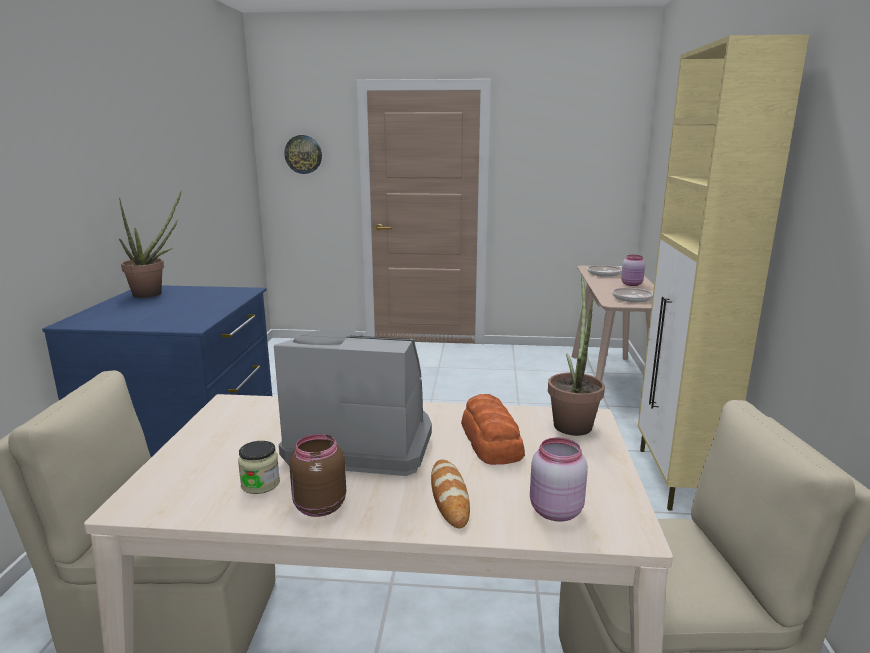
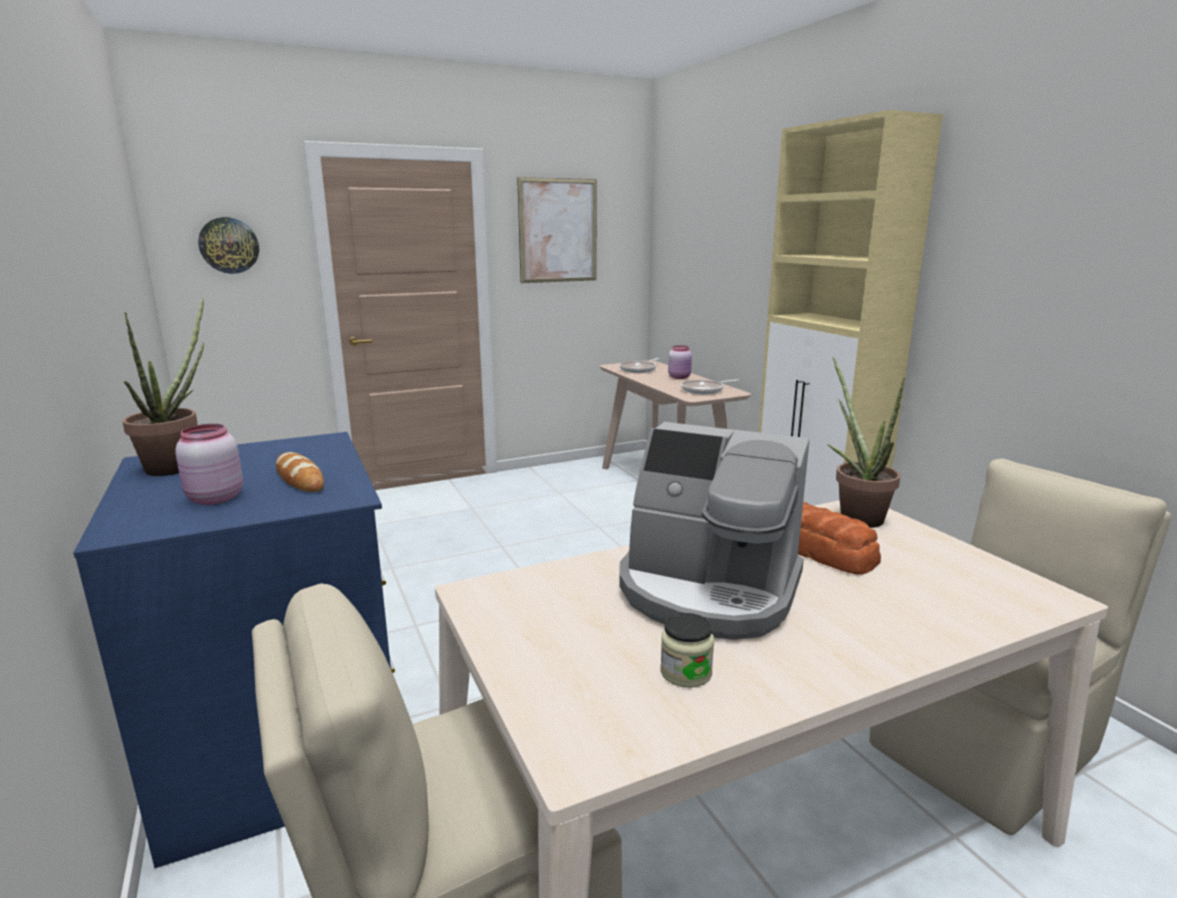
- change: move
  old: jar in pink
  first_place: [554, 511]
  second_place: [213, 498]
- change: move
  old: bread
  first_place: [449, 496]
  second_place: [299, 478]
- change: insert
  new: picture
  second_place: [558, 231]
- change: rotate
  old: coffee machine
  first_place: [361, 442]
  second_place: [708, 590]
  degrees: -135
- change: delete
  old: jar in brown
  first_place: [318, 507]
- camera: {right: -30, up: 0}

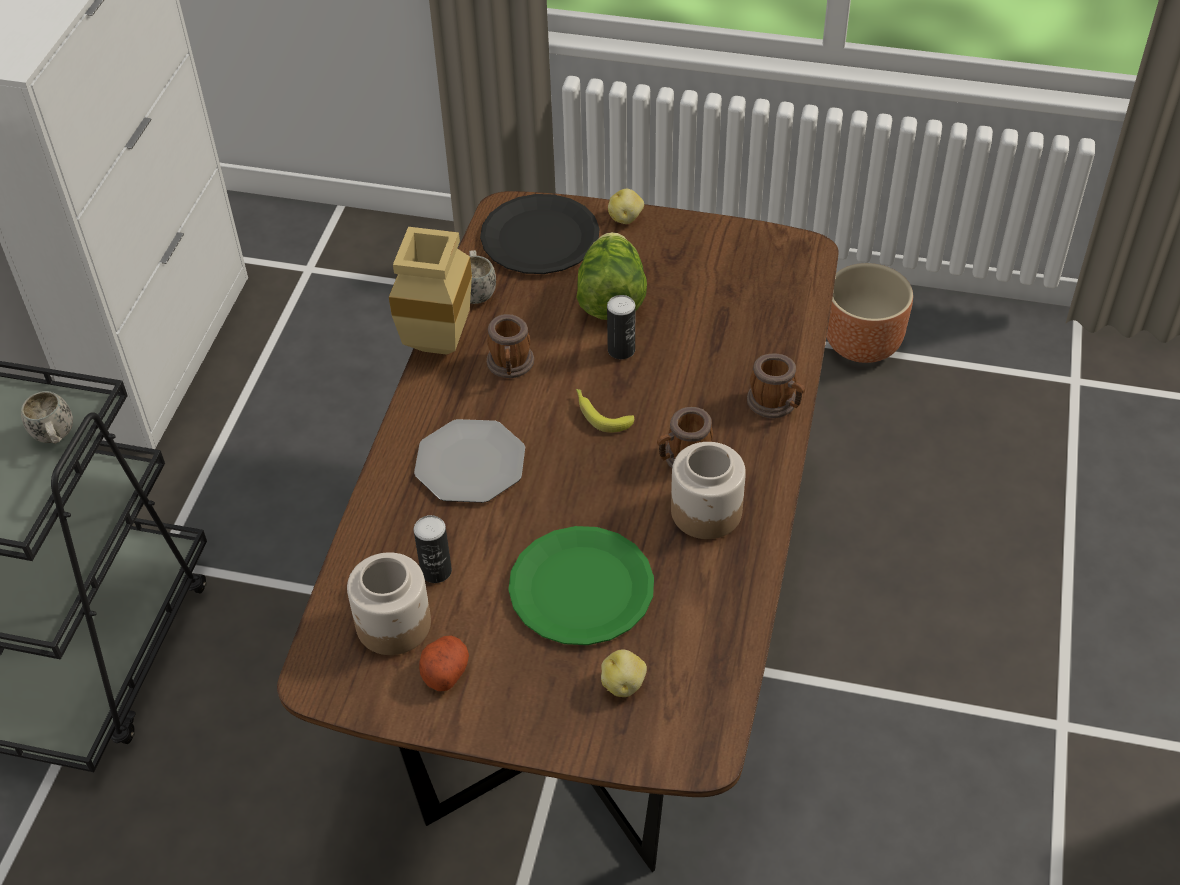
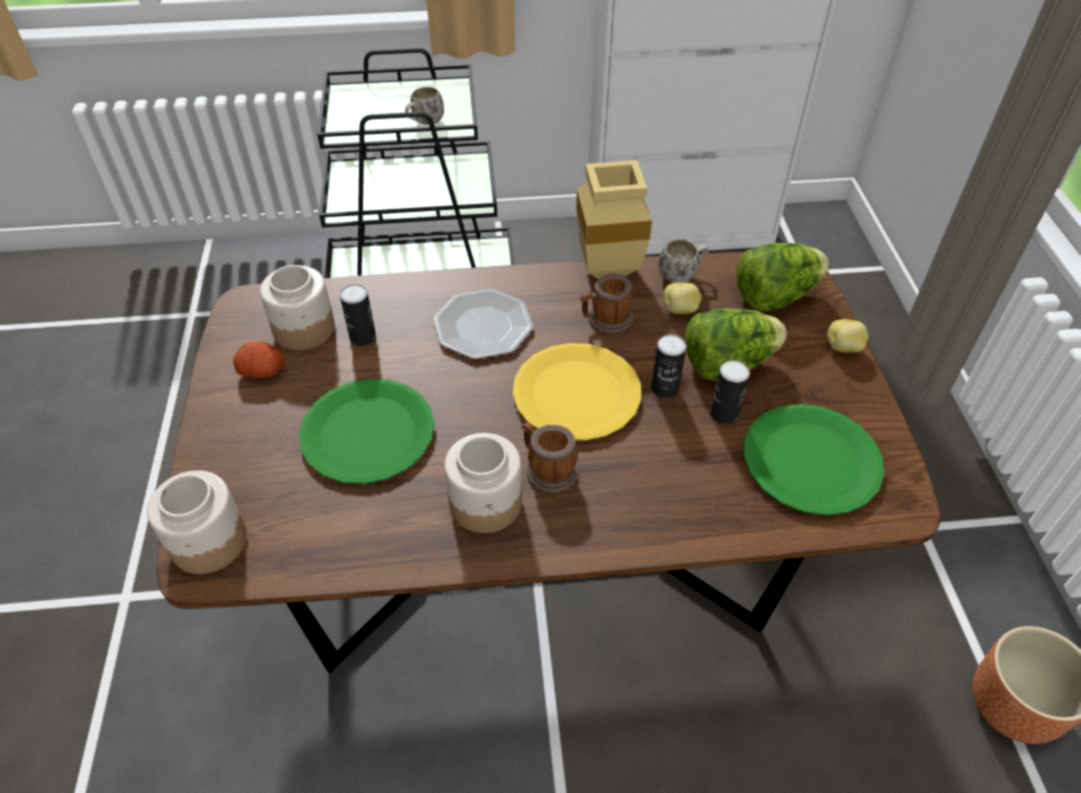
- change: insert
  new: jar
  second_place: [207, 541]
- change: replace
  old: banana
  new: plate in yellow
  first_place: [600, 413]
  second_place: [577, 394]
- change: move
  old: potato
  first_place: [623, 684]
  second_place: [680, 310]
- change: insert
  new: can
  second_place: [724, 414]
- change: replace
  old: plate in black
  new: lettuce
  first_place: [539, 238]
  second_place: [775, 297]
- change: insert
  new: plate in green
  second_place: [811, 461]
- change: delete
  old: mug
  first_place: [776, 404]
- camera: {right: 70, up: 0}

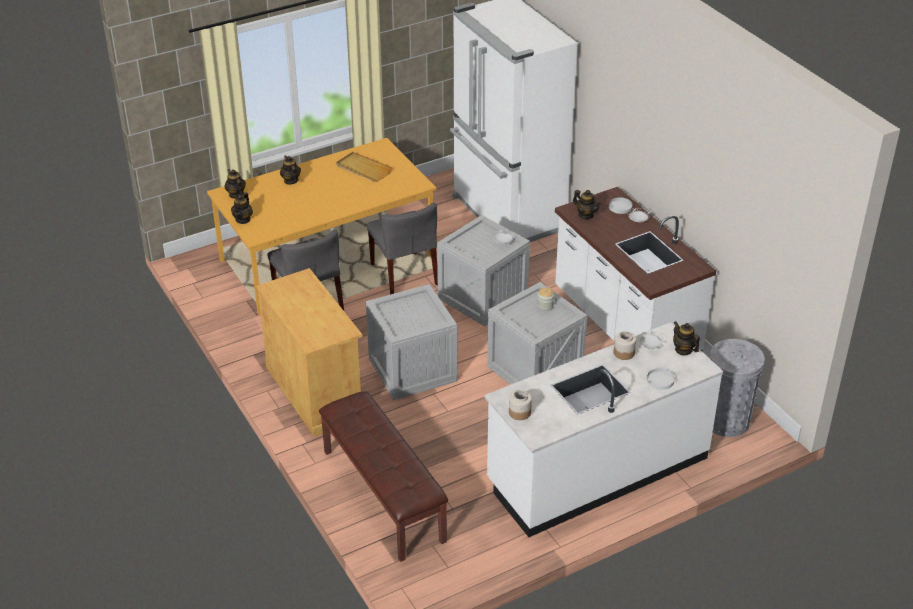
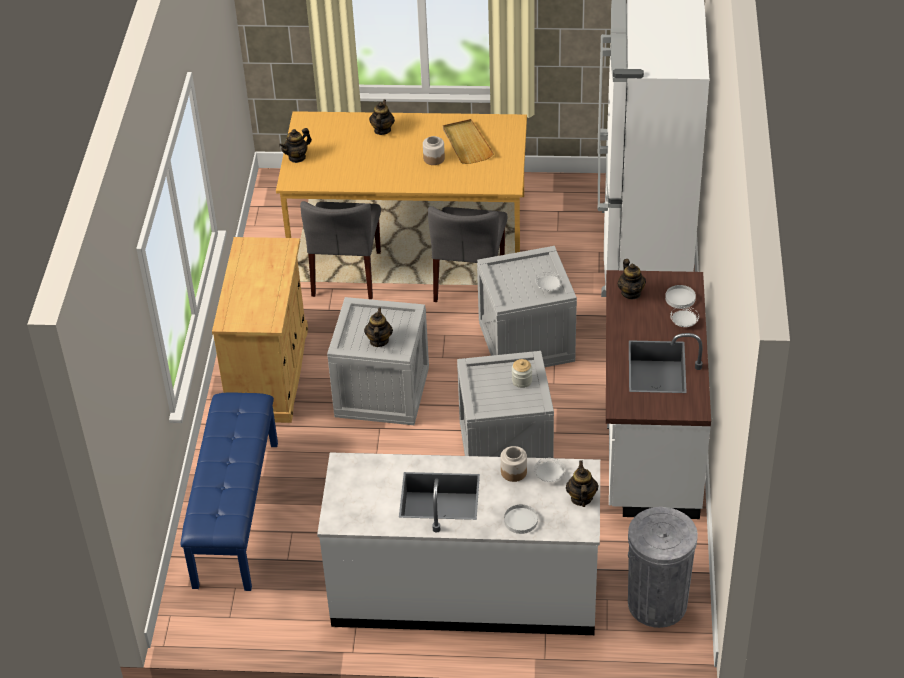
- change: recolor
  old: bench in brown
  new: bench in blue
  first_place: [382, 495]
  second_place: [235, 513]
- change: move
  old: teapot
  first_place: [236, 194]
  second_place: [379, 341]
- change: move
  old: jar
  first_place: [519, 412]
  second_place: [433, 158]
- camera: {right: 35, up: 5}

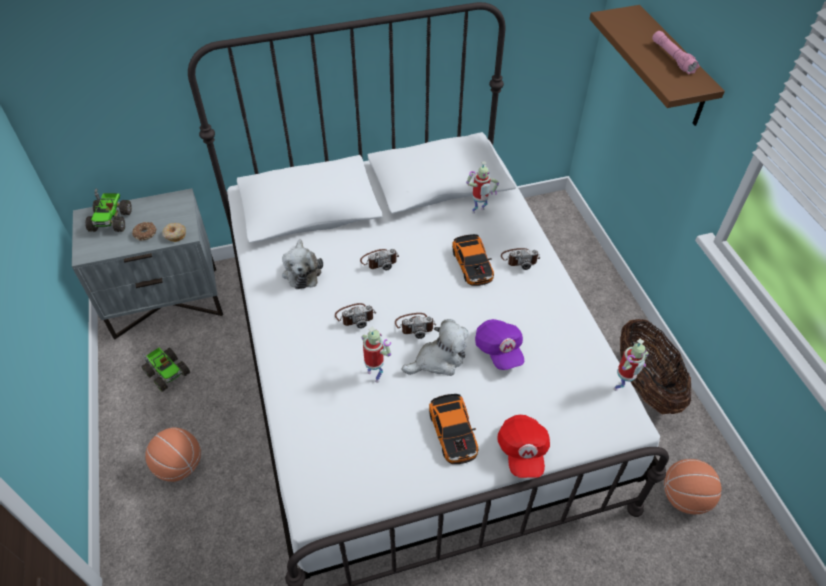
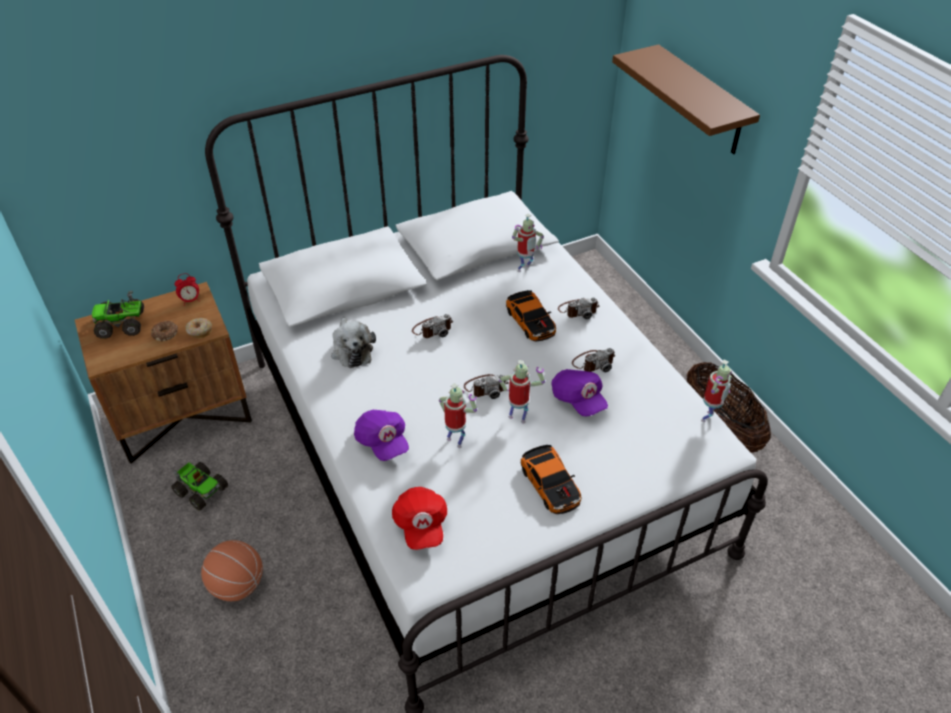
- change: recolor
  old: nightstand in grey
  new: nightstand in brown
  first_place: [167, 301]
  second_place: [184, 415]
- change: rotate
  old: toy truck
  first_place: [111, 220]
  second_place: [123, 324]
  degrees: 90
- change: insert
  new: alarm clock
  second_place: [190, 300]
- change: insert
  new: cap in purple
  second_place: [382, 442]
- change: move
  old: cap in red
  first_place: [522, 451]
  second_place: [421, 525]
- change: replace
  old: plush toy
  new: toy robot
  first_place: [438, 360]
  second_place: [518, 417]
- change: move
  old: photo camera
  first_place: [355, 316]
  second_place: [593, 362]
- change: delete
  old: flashlight in pink
  first_place: [672, 58]
- change: delete
  old: basketball
  first_place: [684, 497]
- camera: {right: -10, up: -5}

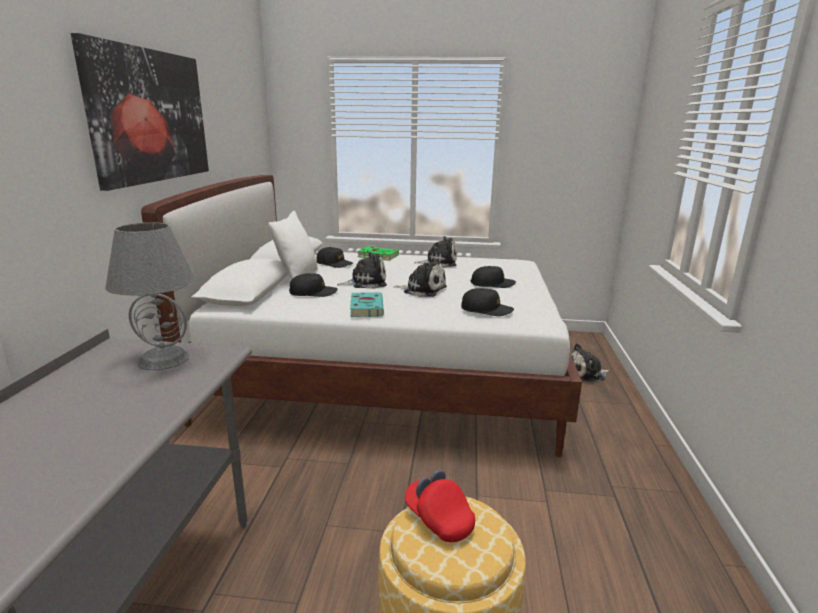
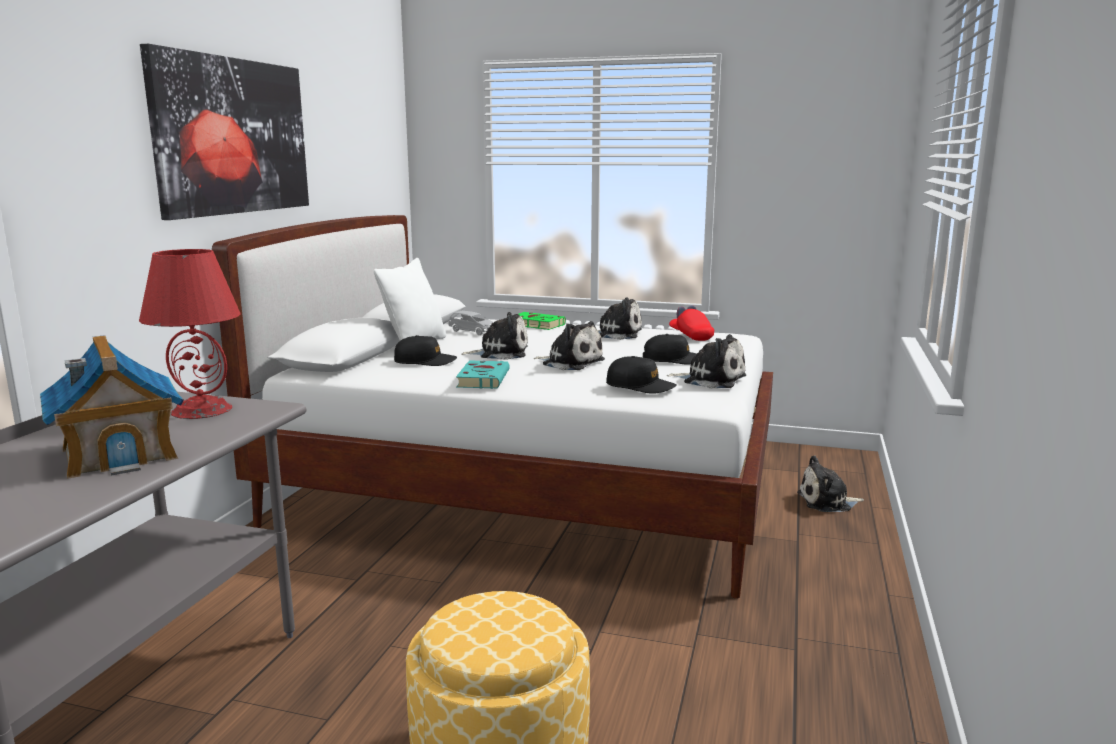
- change: insert
  new: toy house
  second_place: [120, 453]
- change: recolor
  old: table lamp in grey
  new: table lamp in red
  first_place: [164, 358]
  second_place: [202, 409]
- change: replace
  old: cap in black
  new: toy car in grey
  first_place: [334, 264]
  second_place: [472, 331]
- change: insert
  new: plush toy
  second_place: [711, 380]
- change: move
  old: cap in red
  first_place: [438, 519]
  second_place: [691, 336]
- camera: {right: 10, up: -5}

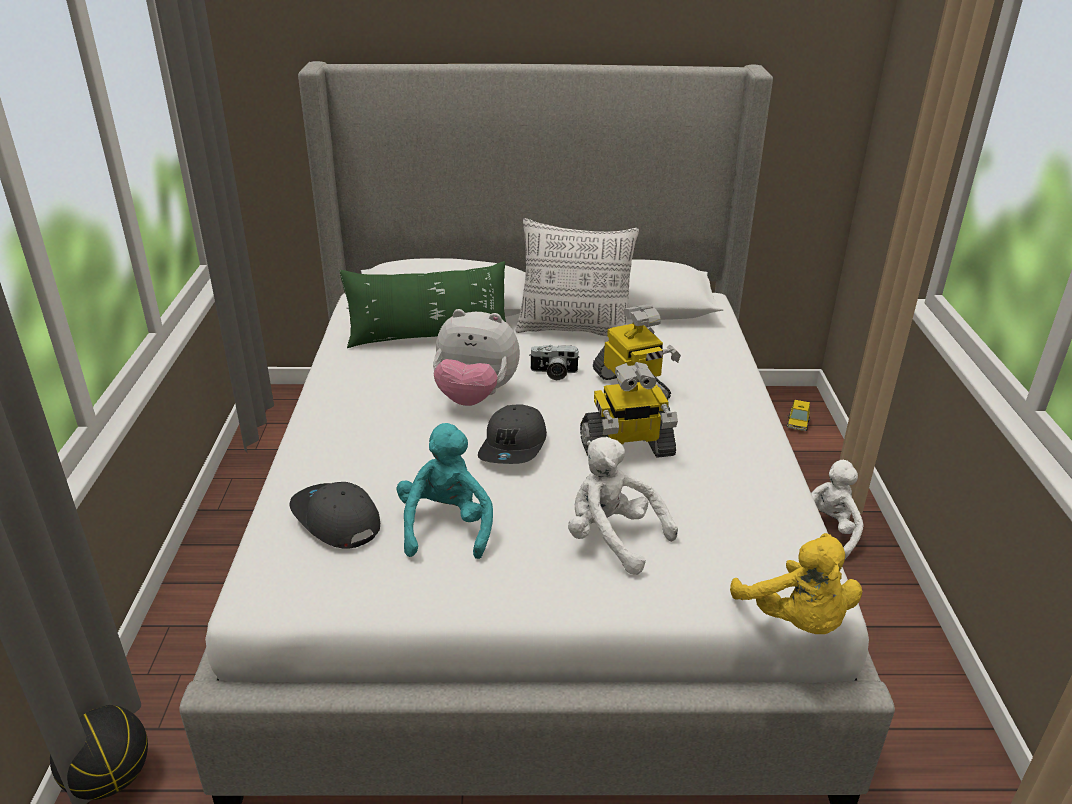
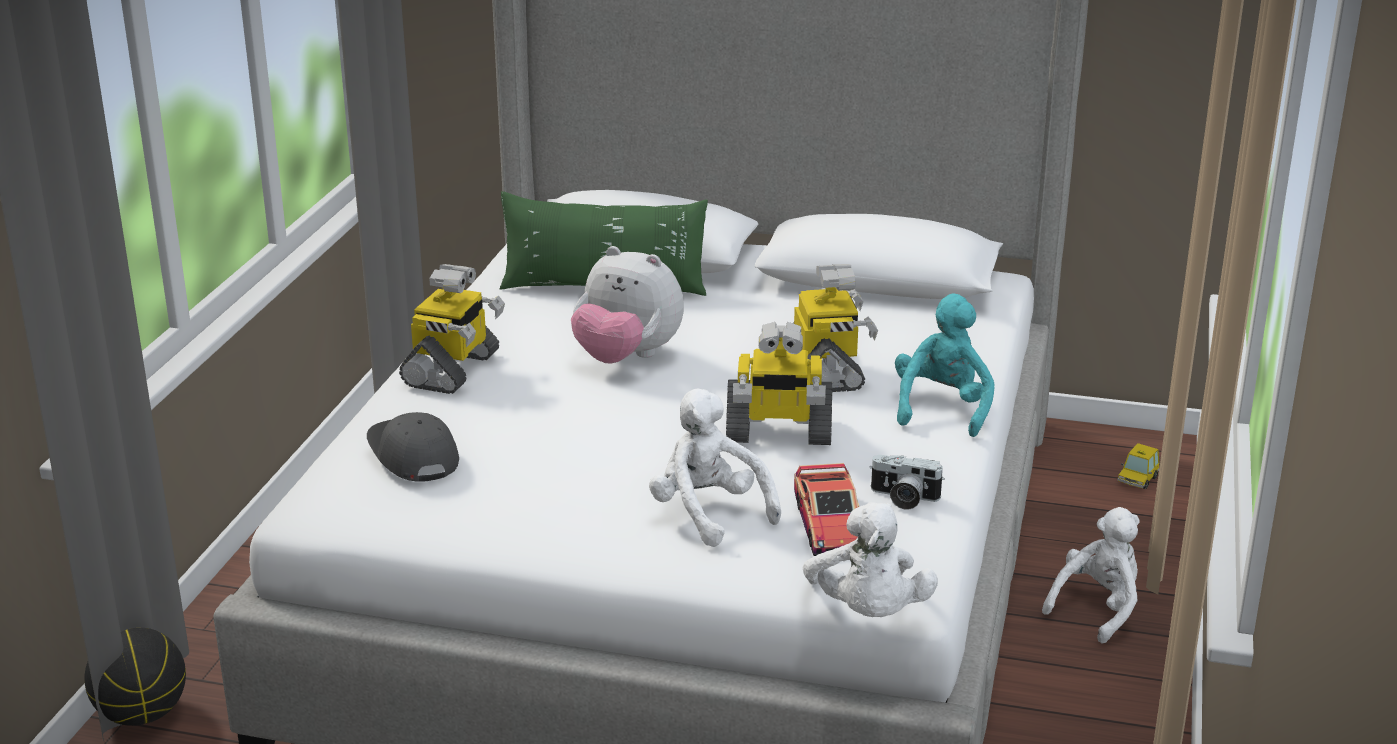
- change: insert
  new: toy robot
  second_place: [453, 370]
- change: insert
  new: toy car
  second_place: [831, 525]
- change: recolor
  old: plush toy in yellow
  new: plush toy in white
  first_place: [796, 621]
  second_place: [868, 612]
- change: move
  old: photo camera
  first_place: [553, 373]
  second_place: [903, 498]
- change: move
  old: plush toy in turquoise
  first_place: [446, 526]
  second_place: [942, 408]
- change: delete
  old: cap in grey
  first_place: [514, 446]
- change: delete
  old: pillow
  first_place: [574, 330]
- camera: {right: 15, up: -5}

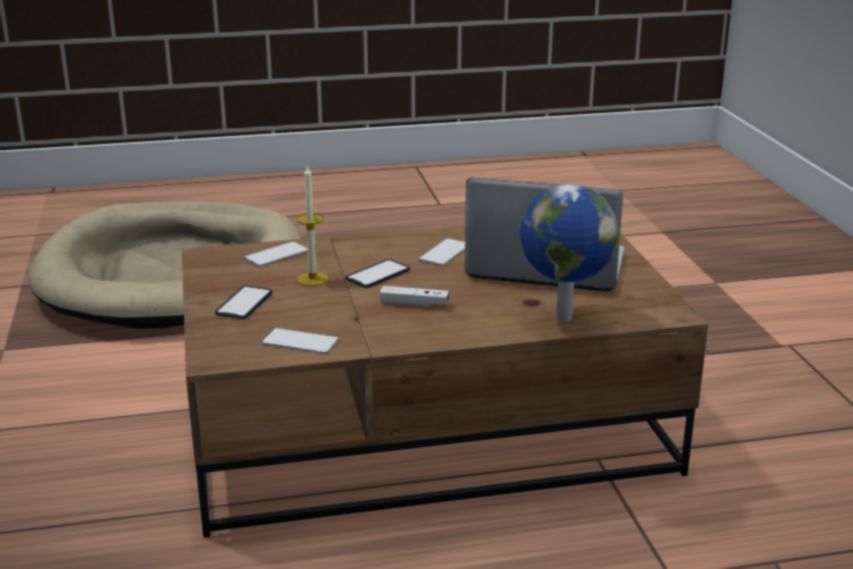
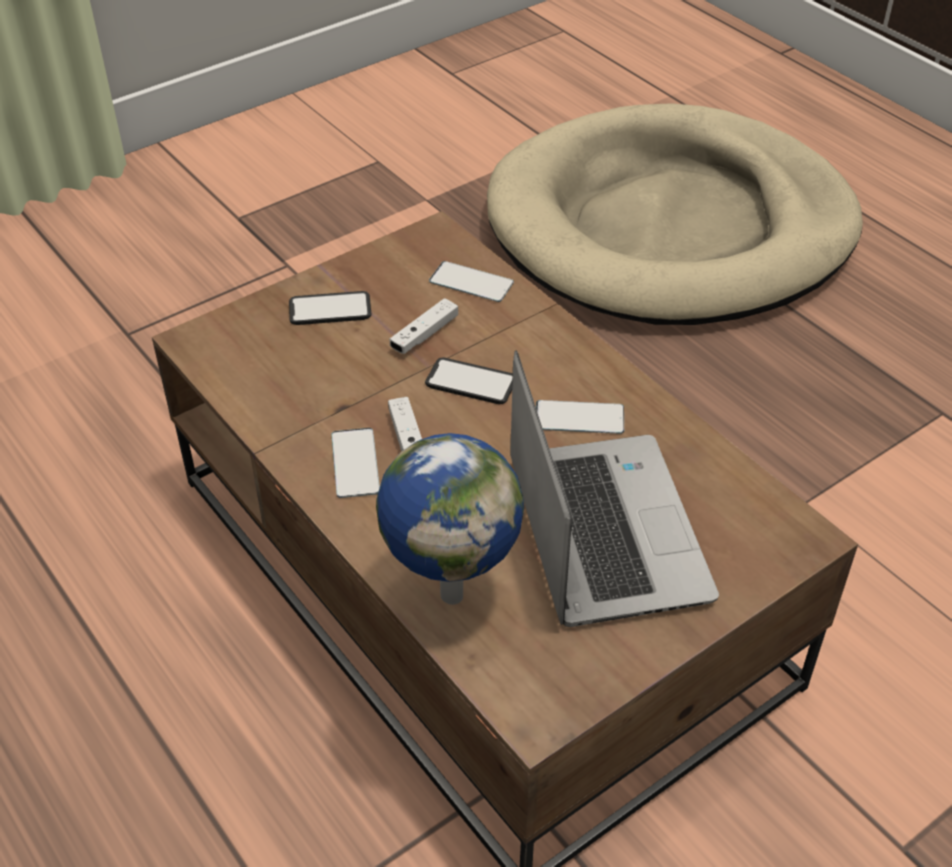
- change: move
  old: phone
  first_place: [299, 341]
  second_place: [355, 463]
- change: replace
  old: candle
  new: game controller in white
  first_place: [312, 279]
  second_place: [424, 335]
- camera: {right: 65, up: 20}

